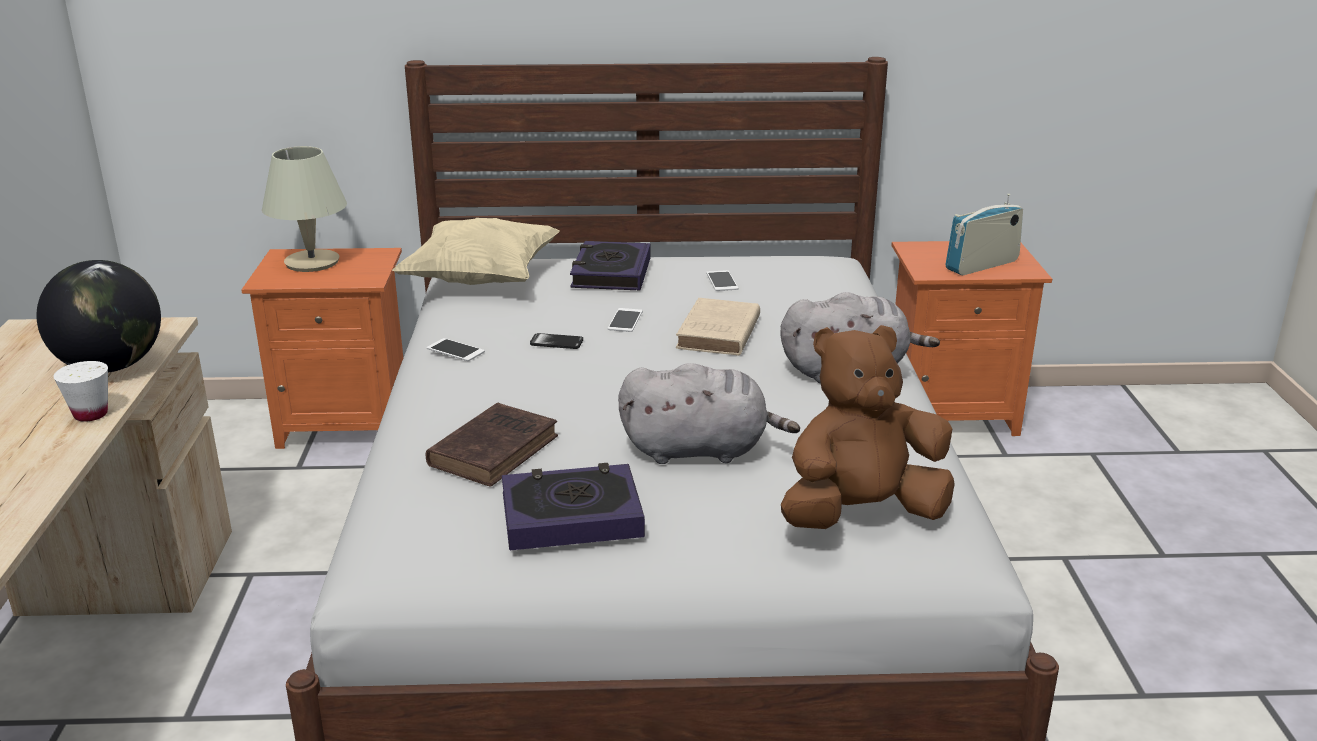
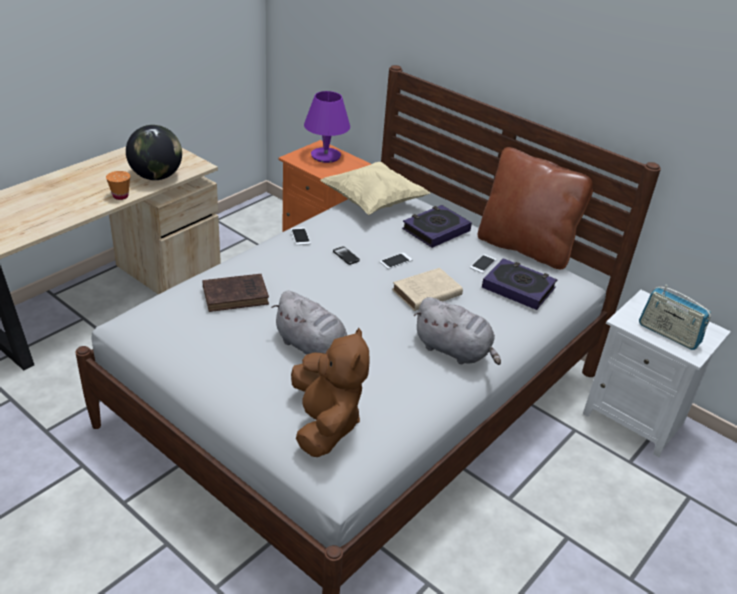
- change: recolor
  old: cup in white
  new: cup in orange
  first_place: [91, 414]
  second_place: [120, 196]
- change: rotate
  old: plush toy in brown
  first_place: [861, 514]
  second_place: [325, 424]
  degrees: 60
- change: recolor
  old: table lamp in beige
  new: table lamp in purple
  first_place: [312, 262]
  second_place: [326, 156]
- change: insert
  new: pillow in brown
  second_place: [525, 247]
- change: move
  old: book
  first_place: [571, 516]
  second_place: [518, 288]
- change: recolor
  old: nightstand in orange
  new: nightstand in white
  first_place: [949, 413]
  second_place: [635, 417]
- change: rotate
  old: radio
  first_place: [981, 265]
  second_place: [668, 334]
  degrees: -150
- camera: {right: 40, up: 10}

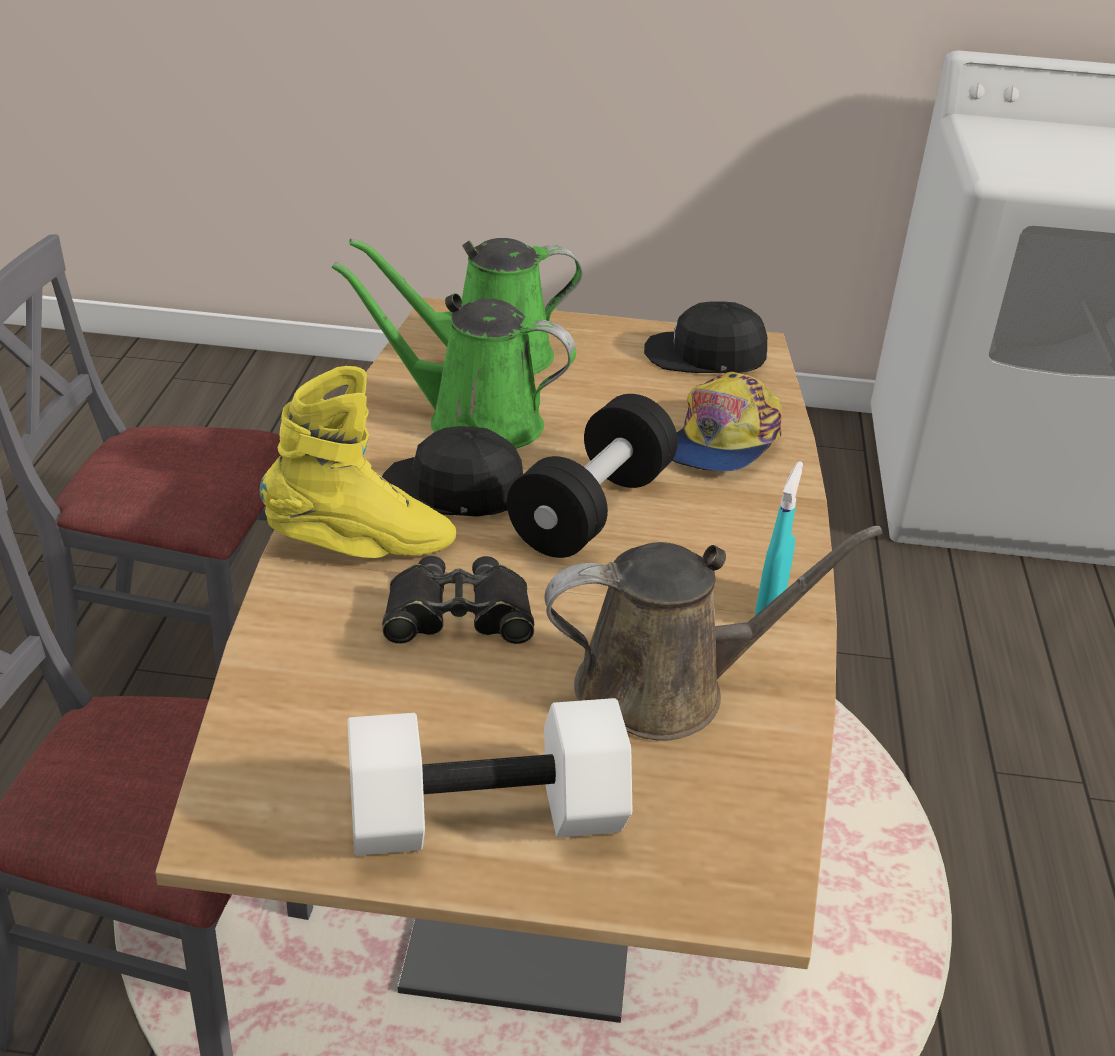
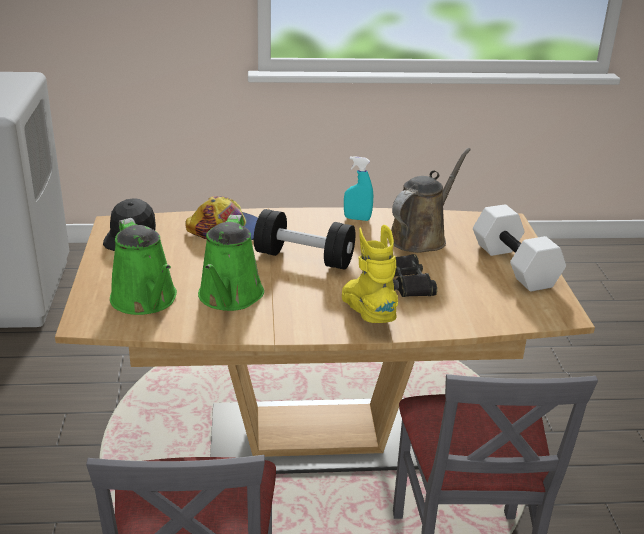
- change: rotate
  old: watering can in brown
  first_place: [665, 688]
  second_place: [420, 237]
  degrees: 60
- change: delete
  old: cap in black
  first_place: [453, 490]
- camera: {right: -100, up: -5}

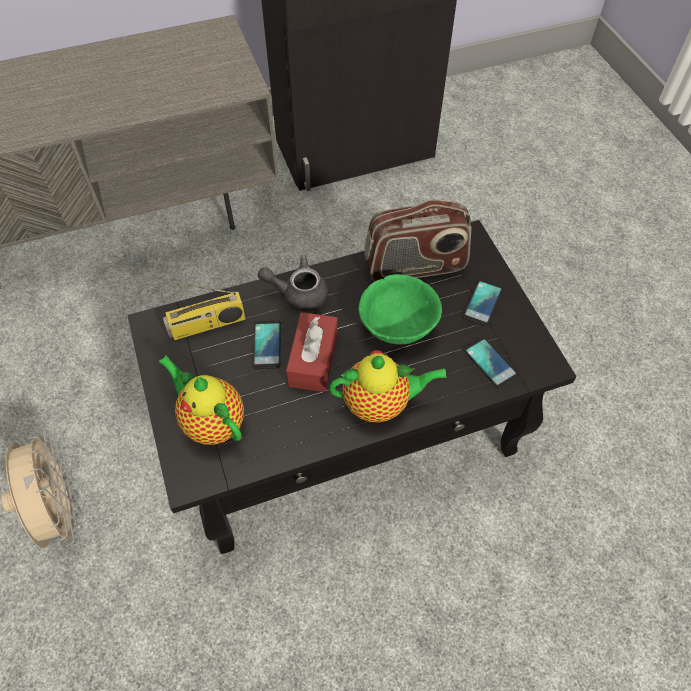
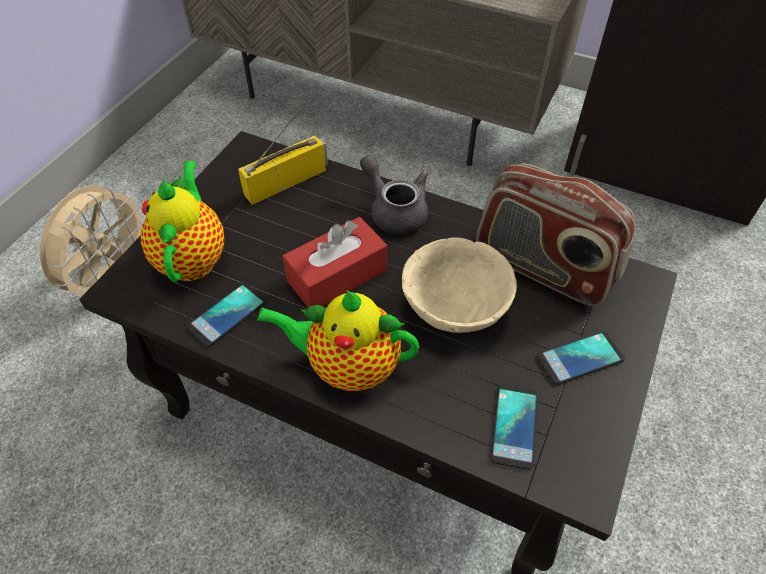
- change: move
  old: phone
  first_place: [267, 345]
  second_place: [228, 315]
- change: rotate
  old: radio
  first_place: [207, 325]
  second_place: [287, 181]
  degrees: 120
- change: rotate
  old: teapot
  first_place: [380, 404]
  second_place: [348, 366]
  degrees: 150
- change: recolor
  old: bowl in green
  new: bowl in beige
  first_place: [398, 327]
  second_place: [455, 310]
- camera: {right: 45, up: -5}

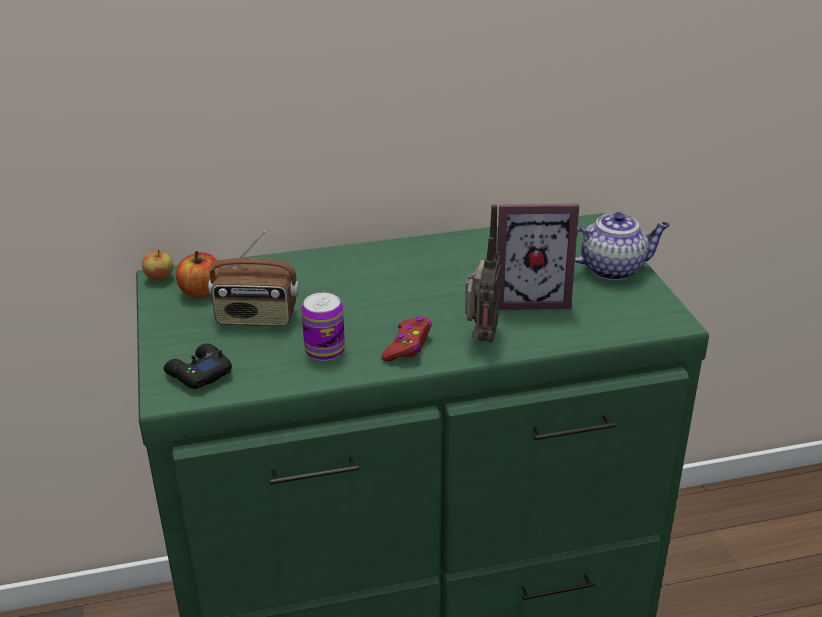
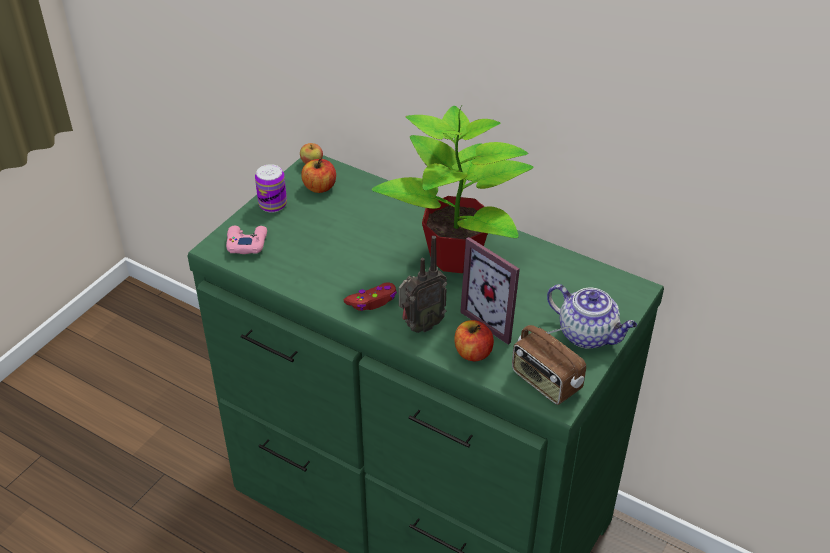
- change: recolor
  old: game controller in black
  new: game controller in pink
  first_place: [198, 373]
  second_place: [246, 243]
- change: move
  old: can
  first_place: [325, 350]
  second_place: [273, 204]
- change: insert
  new: potted plant
  second_place: [457, 256]
- change: insert
  new: apple
  second_place: [472, 353]
- change: move
  old: radio
  first_place: [256, 318]
  second_place: [545, 382]
- camera: {right: 45, up: 10}

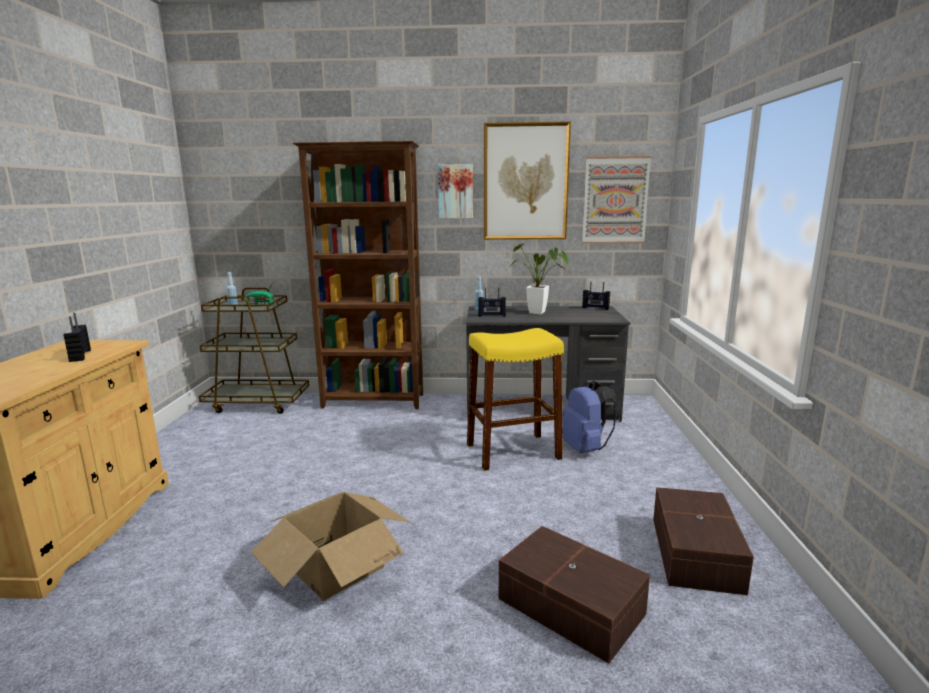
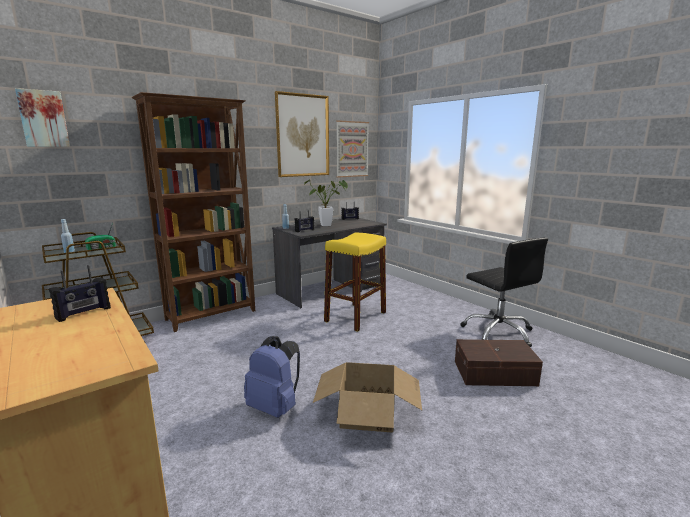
- change: move
  old: picture
  first_place: [455, 191]
  second_place: [43, 119]
- change: rotate
  old: radio
  first_place: [79, 356]
  second_place: [84, 313]
  degrees: -75
- change: move
  old: backpack in blue
  first_place: [585, 449]
  second_place: [275, 407]
- change: replace
  old: storage box in brown
  new: office chair in black
  first_place: [693, 554]
  second_place: [498, 332]
- camera: {right: -40, up: 0}

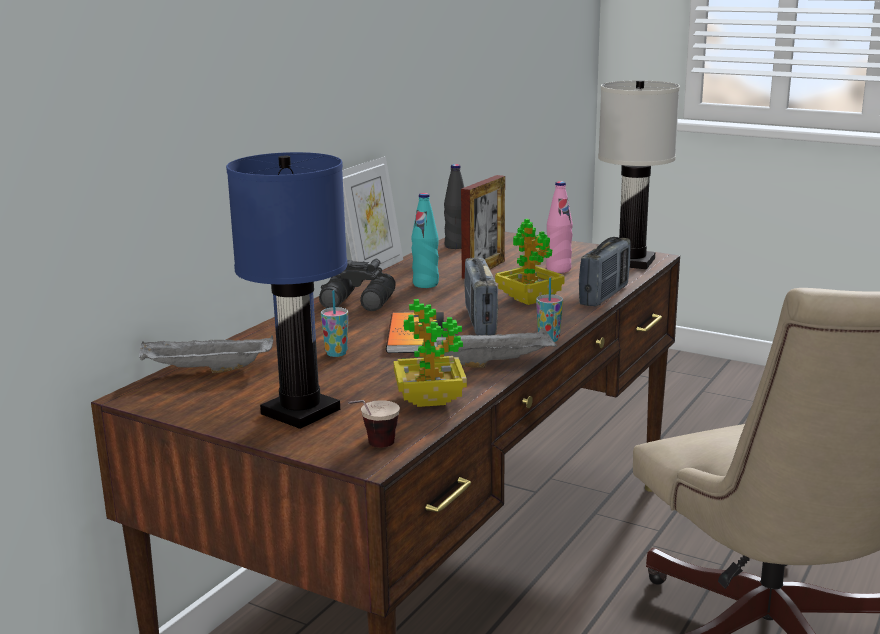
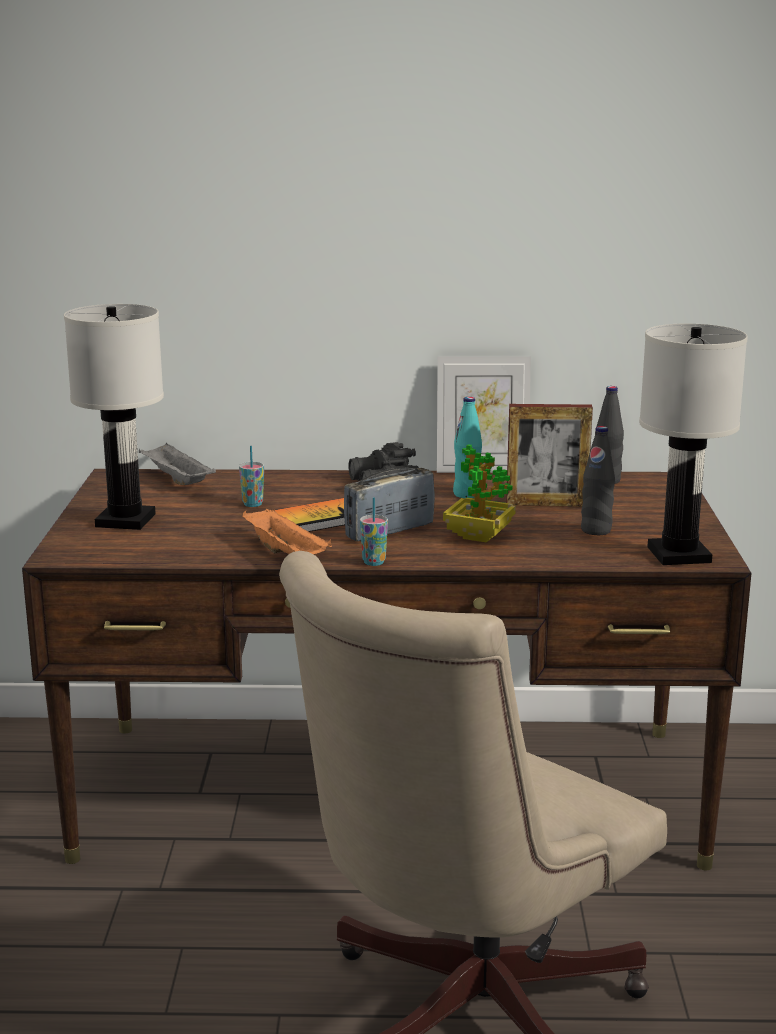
- change: recolor
  old: table lamp in blue
  new: table lamp in white
  first_place: [300, 412]
  second_place: [124, 520]
- change: recolor
  old: tray in grey
  new: tray in orange
  first_place: [491, 363]
  second_place: [287, 554]
- change: recolor
  old: bottle in pink
  new: bottle in black
  first_place: [558, 269]
  second_place: [596, 530]
- change: delete
  old: cup
  first_place: [372, 449]
- change: delete
  old: potted plant
  first_place: [429, 400]
- change: delete
  old: radio
  first_place: [604, 295]
- camera: {right: 60, up: 0}

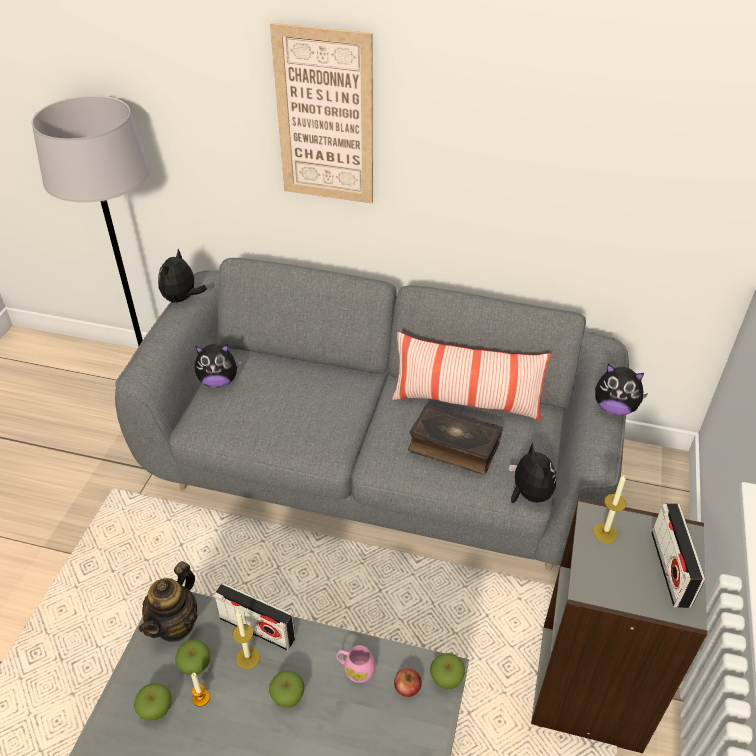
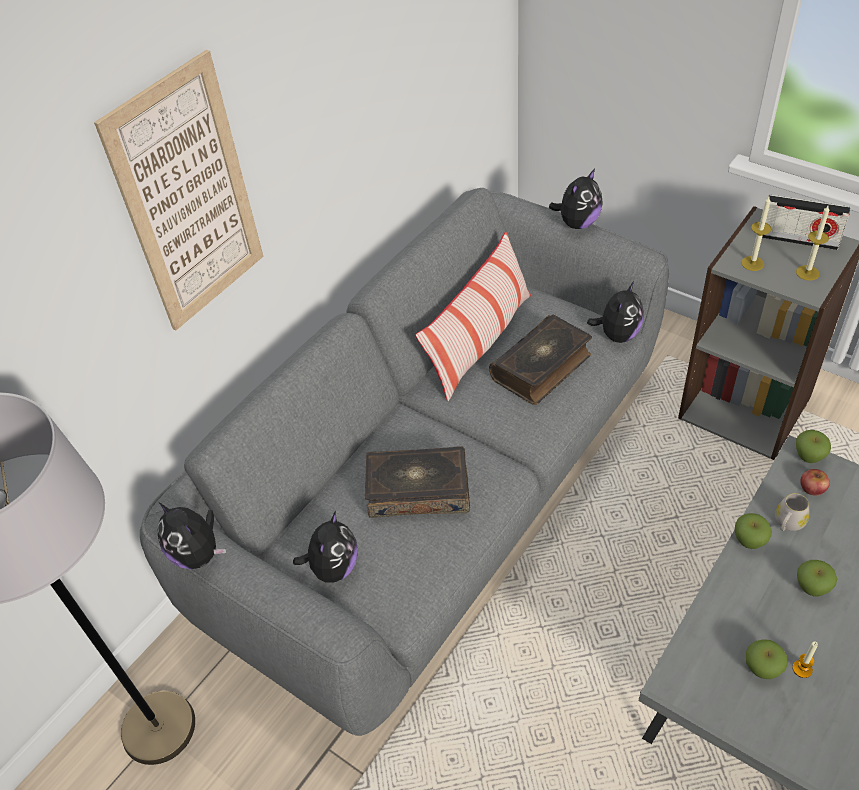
- change: insert
  new: book
  second_place: [418, 490]
- change: rotate
  old: plush toy
  first_place: [529, 494]
  second_place: [617, 334]
  degrees: 120
- change: move
  old: apple
  first_place: [156, 710]
  second_place: [749, 541]
- change: recolor
  old: mug in pink
  new: mug in white
  first_place: [355, 669]
  second_place: [787, 523]
- change: move
  old: candle
  first_place: [248, 658]
  second_place: [807, 273]
- change: delete
  old: teapot
  first_place: [175, 624]
- change: delete
  old: radio
  first_place: [257, 628]
- camera: {right: -65, up: 5}

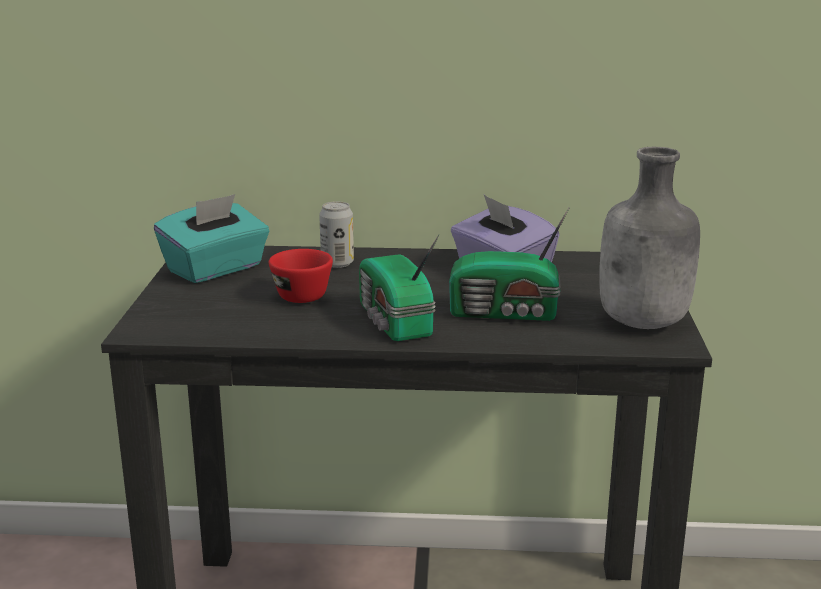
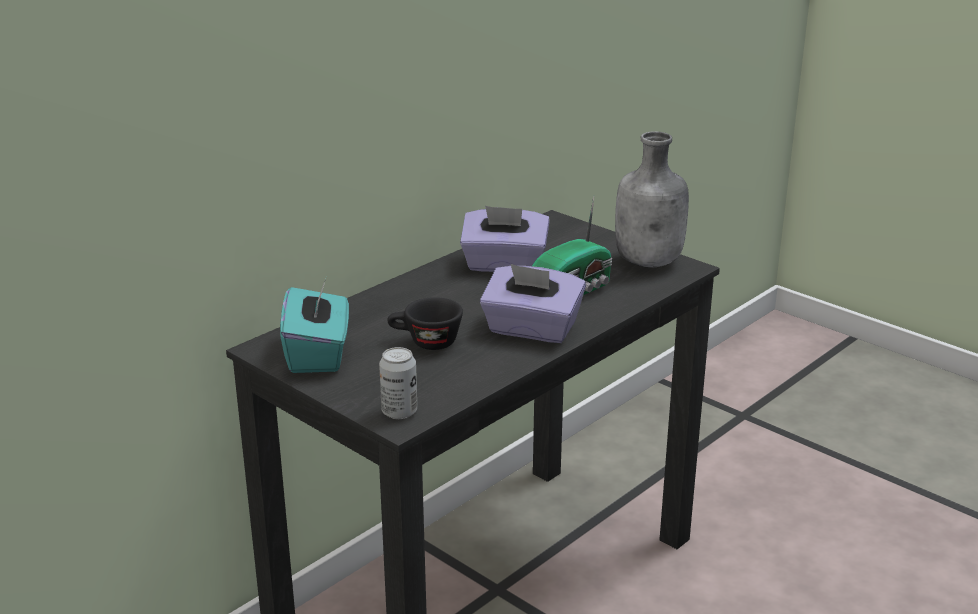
- change: move
  old: can
  first_place: [337, 263]
  second_place: [399, 412]
- change: recolor
  old: cup in red
  new: cup in black
  first_place: [296, 294]
  second_place: [425, 342]
- change: replace
  old: radio
  new: tissue box in purple
  first_place: [393, 322]
  second_place: [531, 329]
- camera: {right: -50, up: 5}

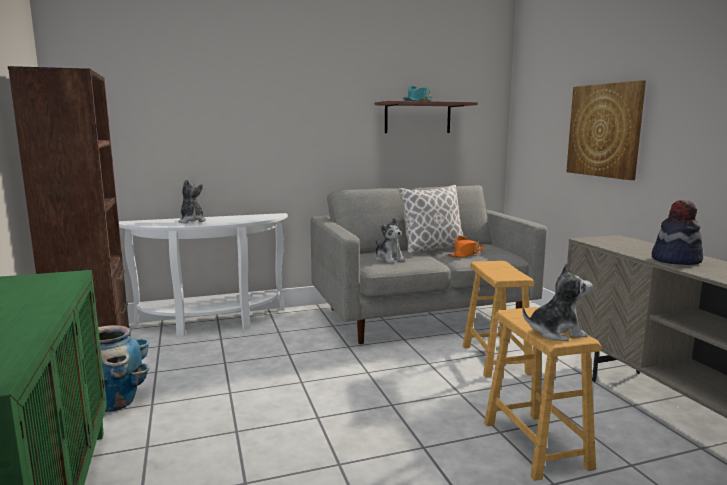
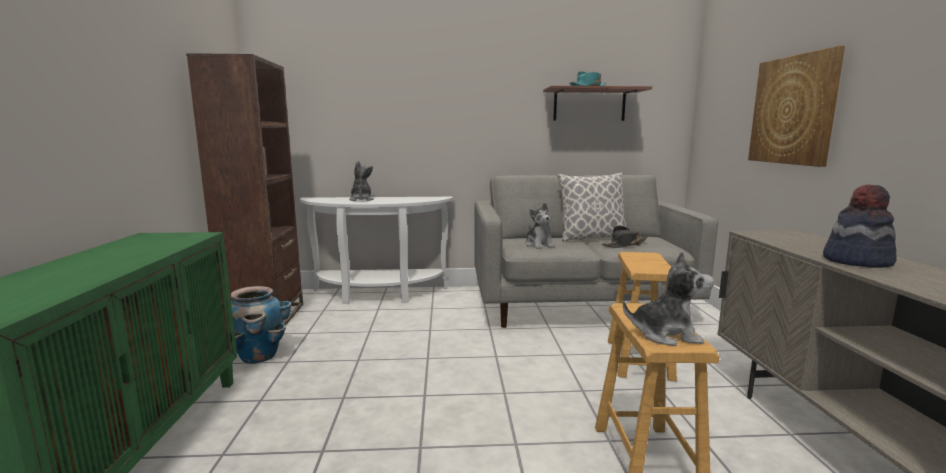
- change: recolor
  old: hat in orange
  new: hat in black
  first_place: [466, 254]
  second_place: [624, 245]
- camera: {right: 15, up: 0}

